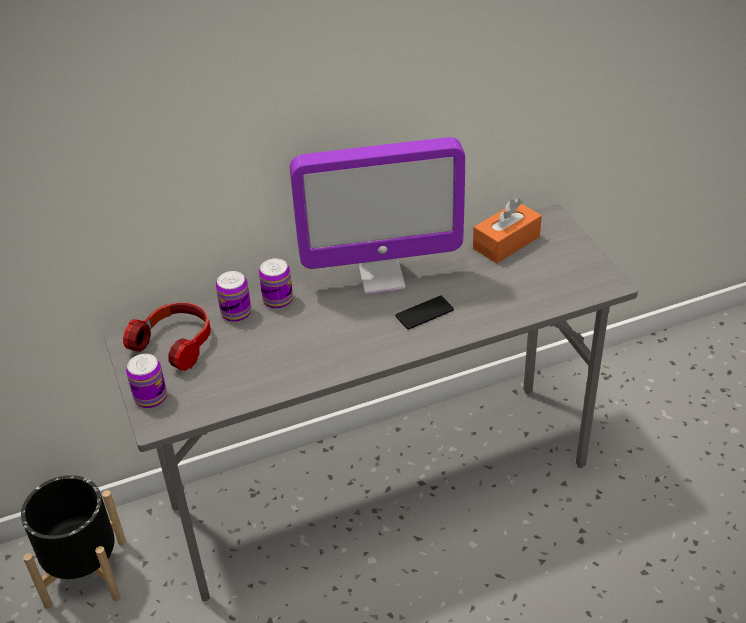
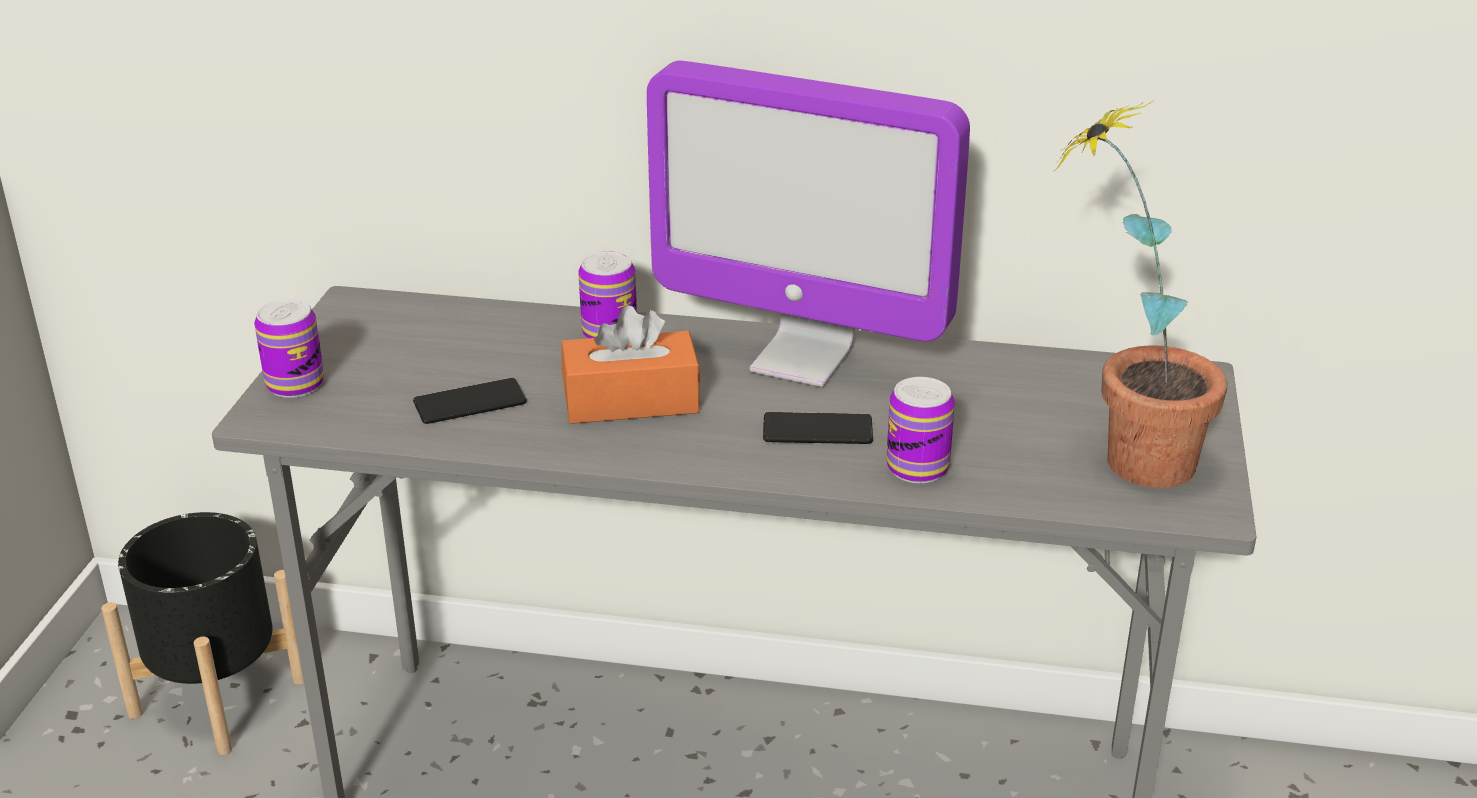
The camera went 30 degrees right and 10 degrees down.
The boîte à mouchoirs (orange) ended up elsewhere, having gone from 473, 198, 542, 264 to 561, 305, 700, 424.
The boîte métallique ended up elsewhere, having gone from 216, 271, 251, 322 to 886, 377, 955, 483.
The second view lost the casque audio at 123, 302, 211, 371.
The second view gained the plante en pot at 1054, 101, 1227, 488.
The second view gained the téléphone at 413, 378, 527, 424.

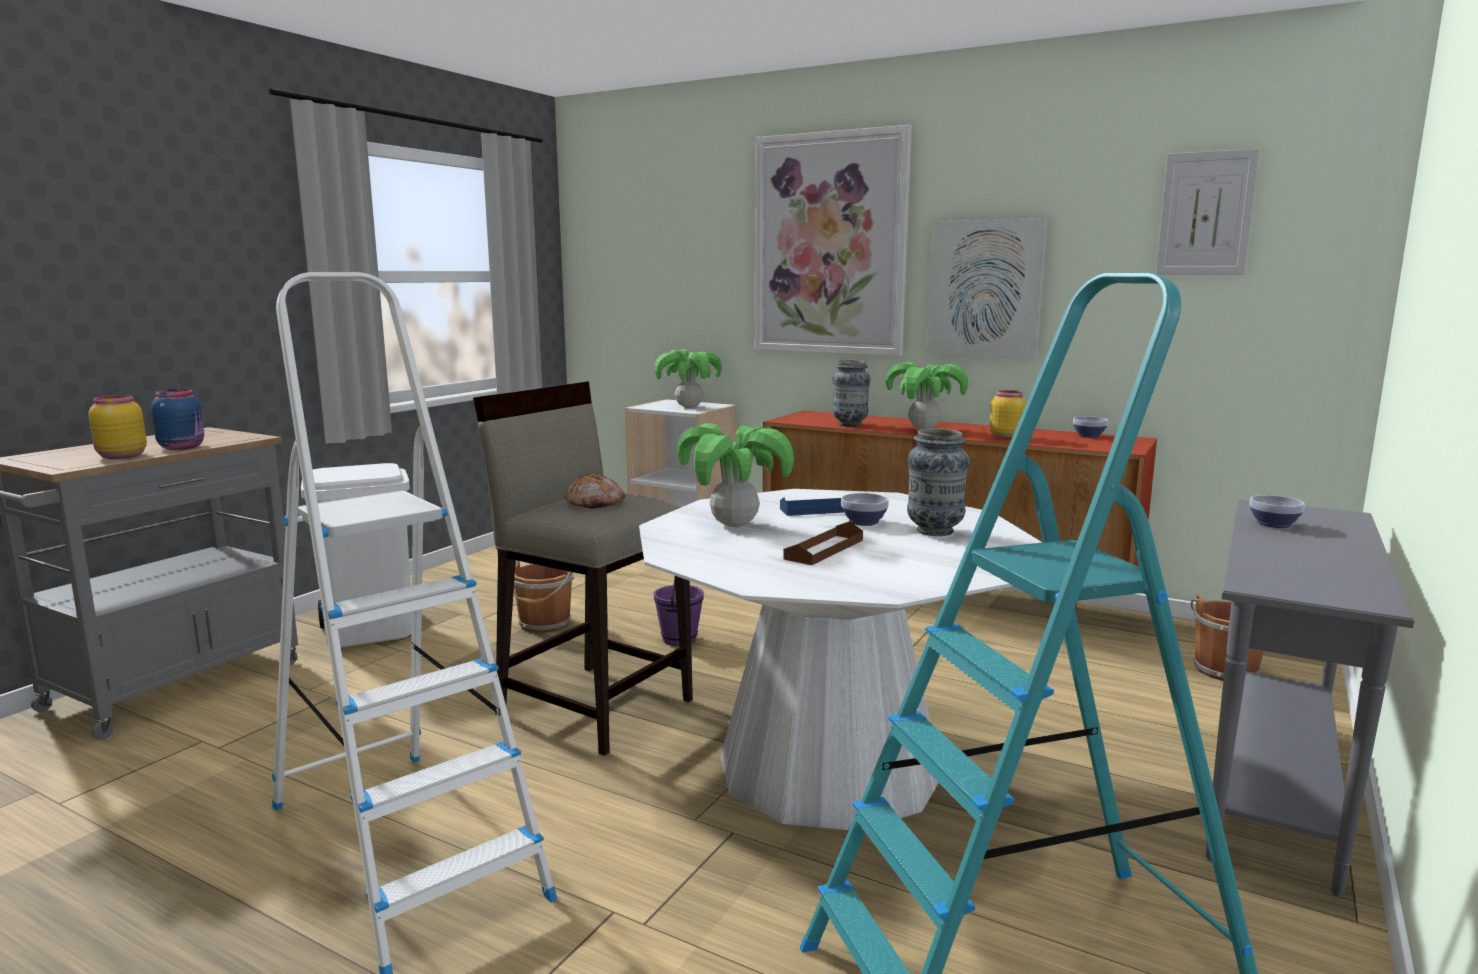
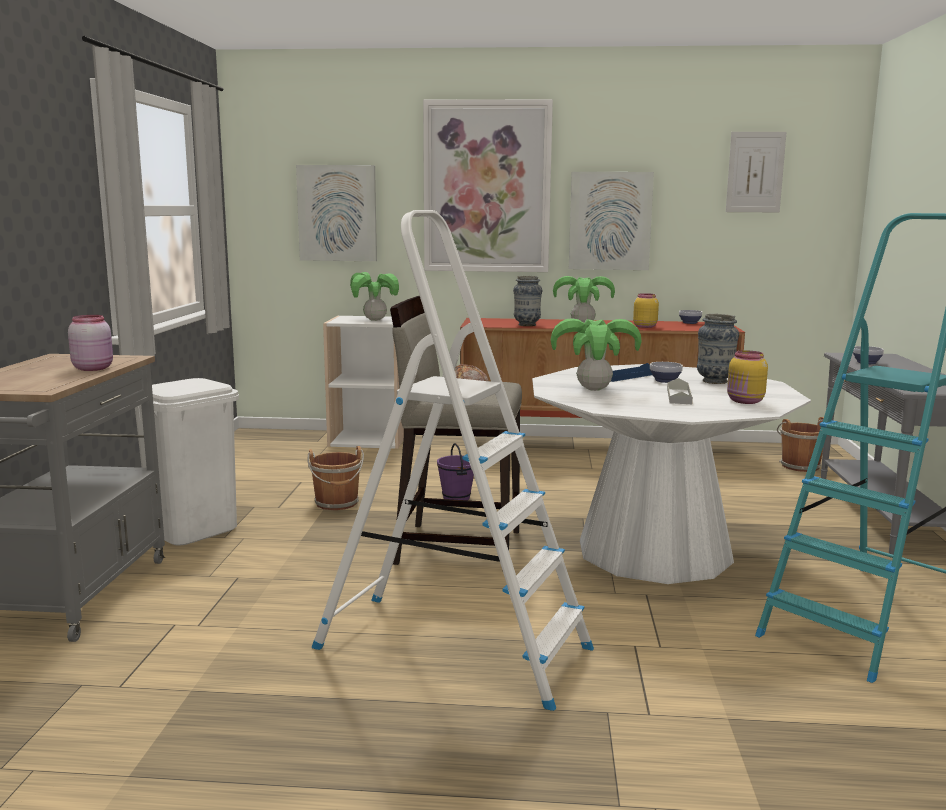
The camera went 25 degrees left and 0 degrees up.
What was the bocal (bleu) at 151, 389, 204, 450 turned into the bocal (rose) at 68, 315, 113, 371.
The bocal (jaune) ended up elsewhere, having gone from 88, 395, 147, 459 to 727, 350, 768, 404.
What was the plateau (marron) at 784, 521, 863, 565 turned into the plateau (gris) at 667, 378, 693, 404.
The second view gained the tableau at 296, 165, 377, 261.

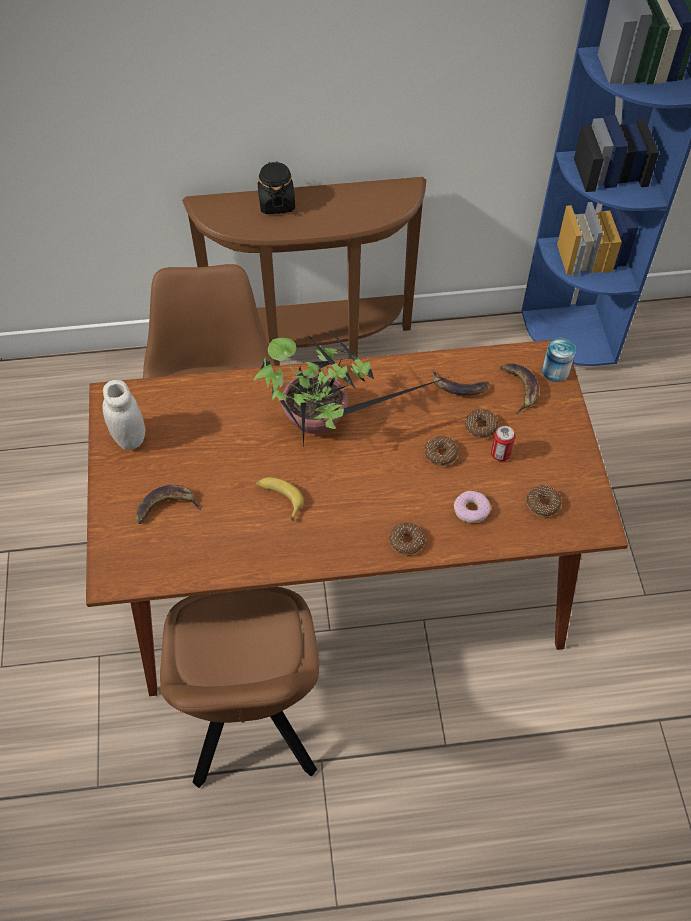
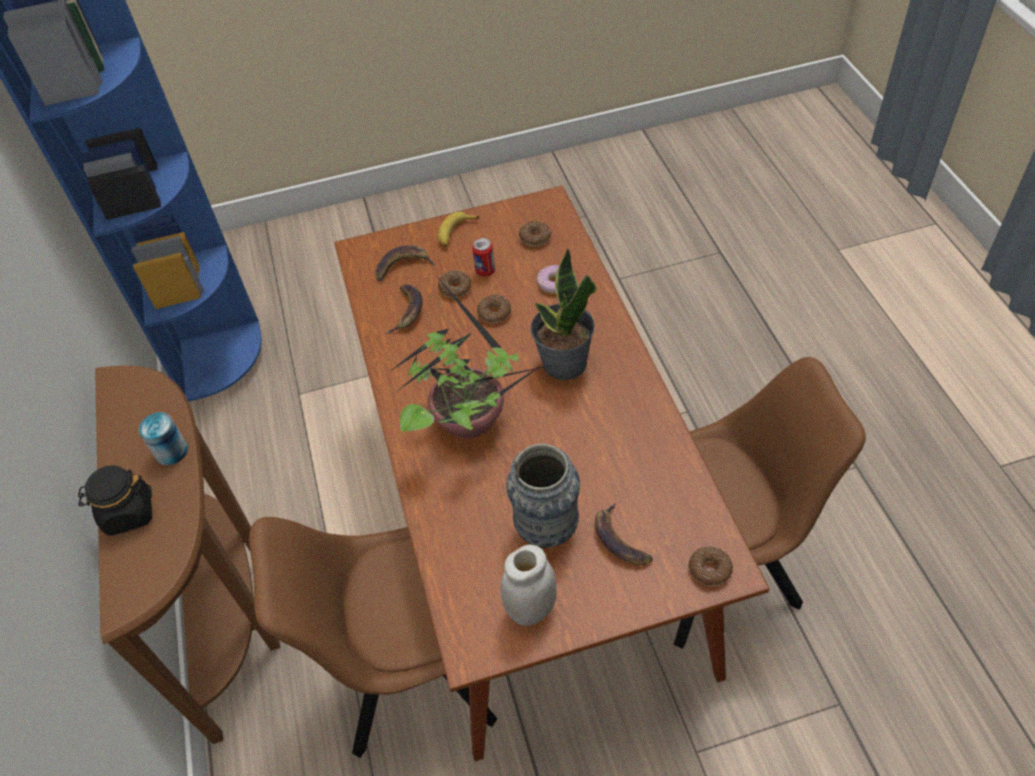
The camera went 95 degrees left and 5 degrees down.
The boîte métallique ended up elsewhere, having gone from 542, 338, 576, 382 to 139, 412, 188, 465.
The banane ended up elsewhere, having gone from 256, 477, 304, 521 to 437, 212, 479, 247.
The beignet ended up elsewhere, having gone from 389, 523, 425, 555 to 689, 546, 733, 586.
The second view gained the plante en pot at 530, 247, 596, 380.
The second view gained the vase at 506, 444, 580, 548.

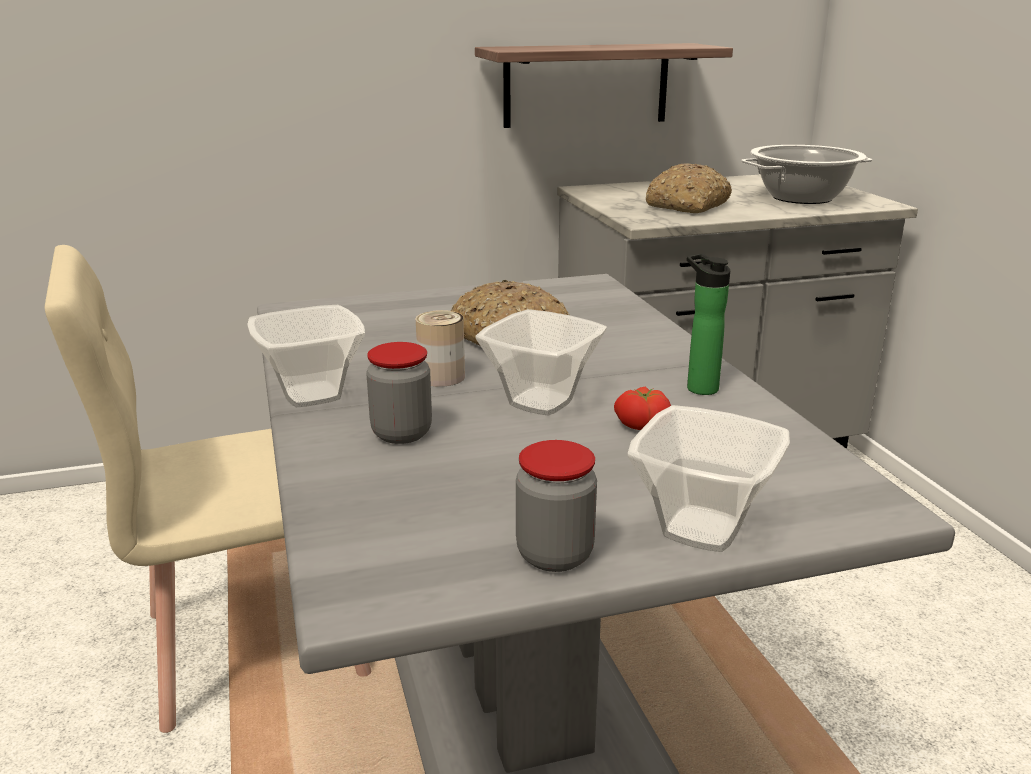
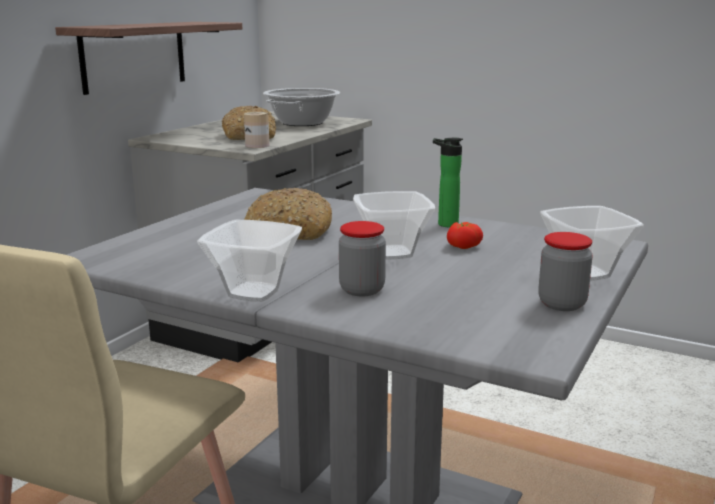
The camera went 45 degrees left and 5 degrees down.
The boîte métallique ended up elsewhere, having gone from 416, 310, 465, 387 to 244, 112, 269, 148.

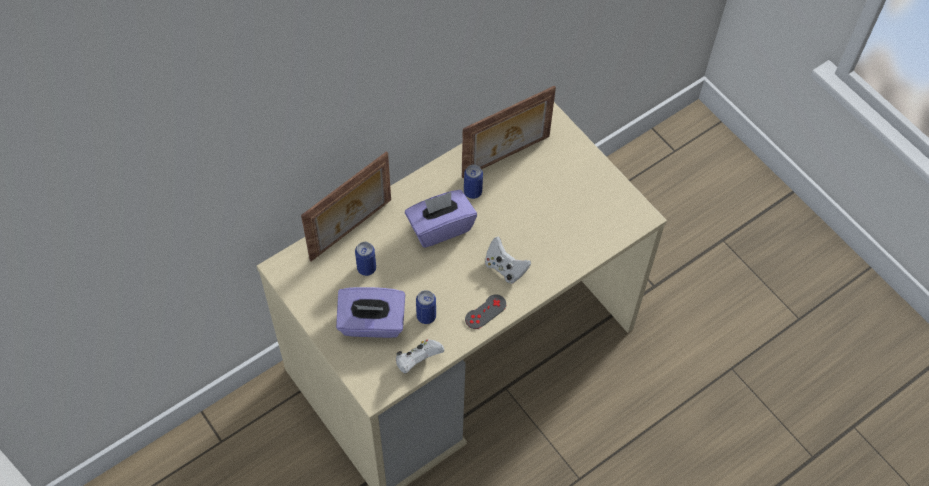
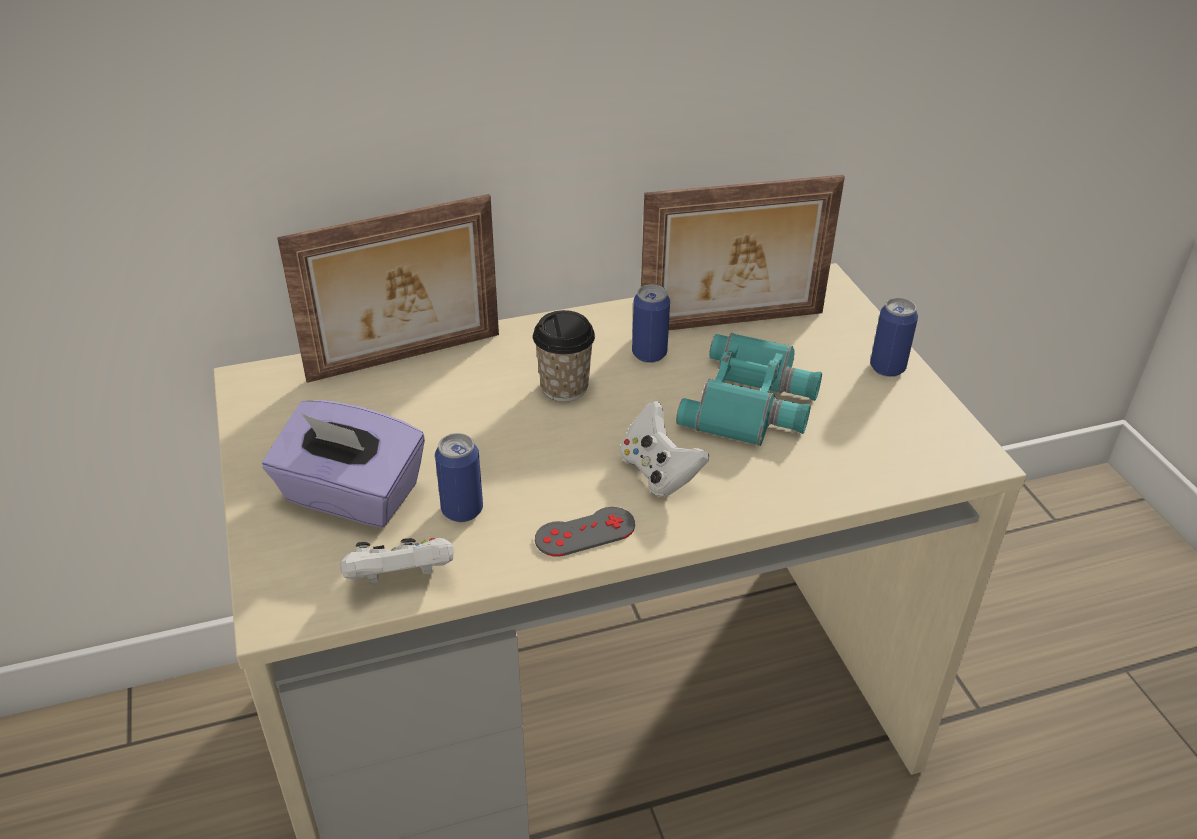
The camera went 20 degrees right and 20 degrees down.
Where the boîte à mouchoirs (violet) stood at 405, 190, 477, 248, the tasse came to stand at 533, 310, 595, 402.
The boîte métallique ended up elsewhere, having gone from 355, 242, 376, 276 to 870, 298, 918, 377.
The second view gained the jumelles (turquoise) at 676, 333, 822, 446.

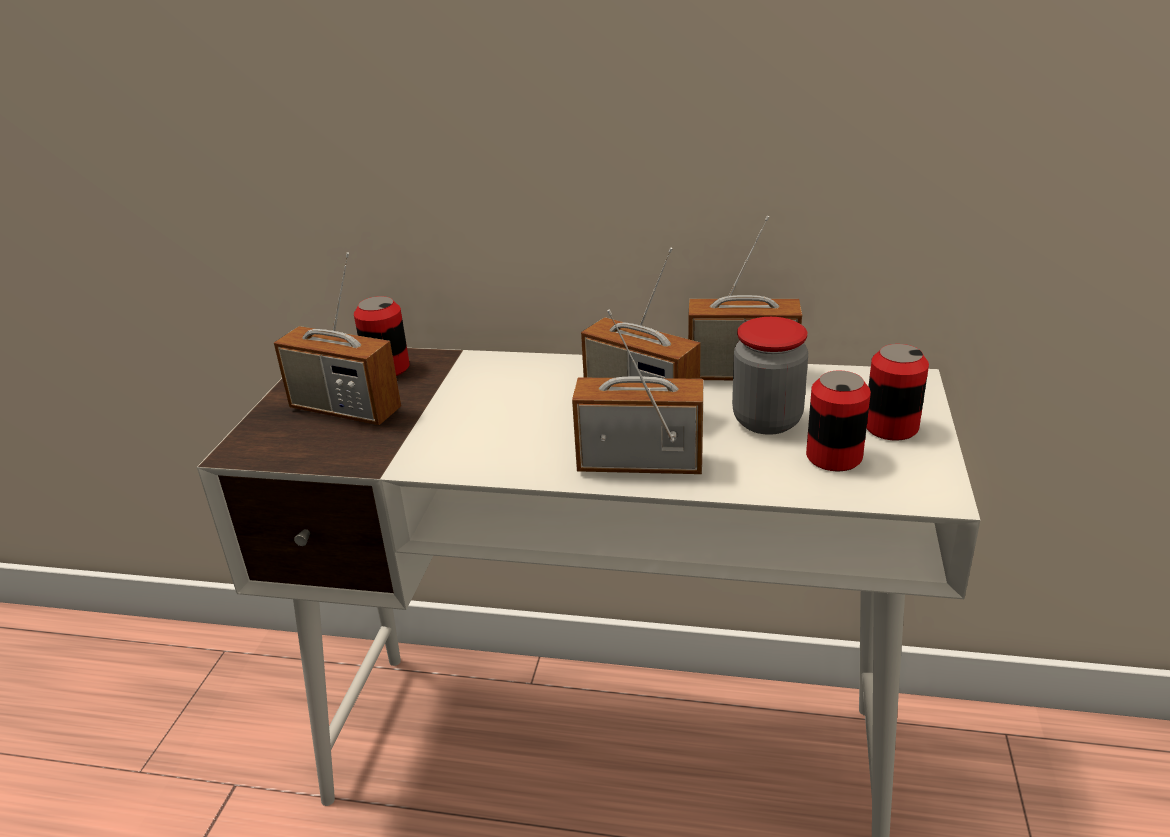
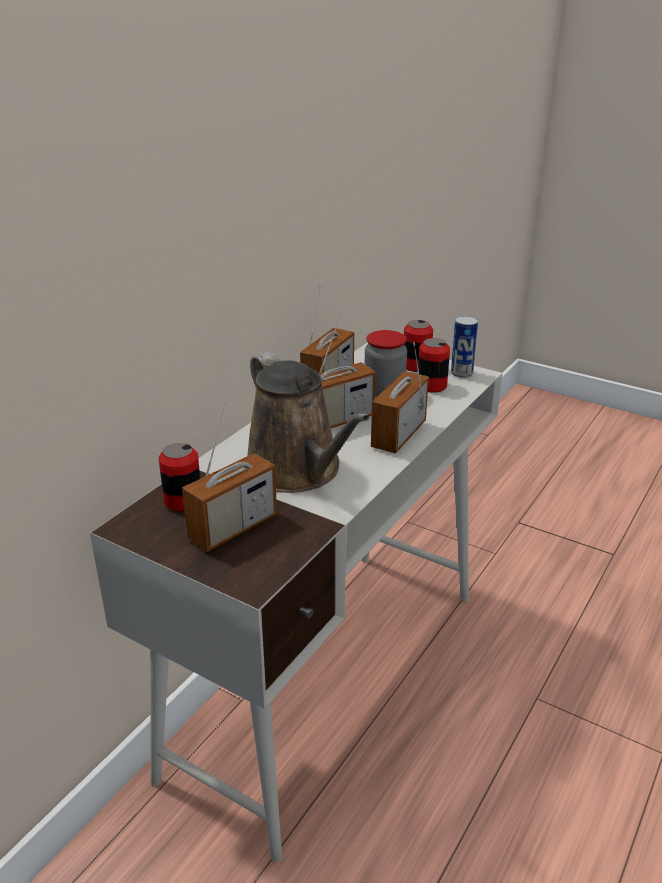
The camera went 70 degrees left and 0 degrees up.
The second view gained the boîte métallique at 451, 316, 478, 378.
The second view gained the arrosoir (marron) at 247, 352, 370, 493.

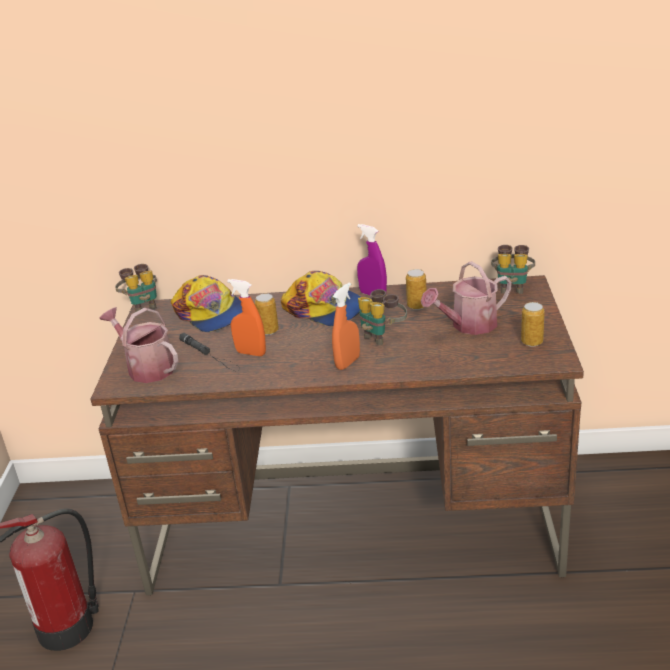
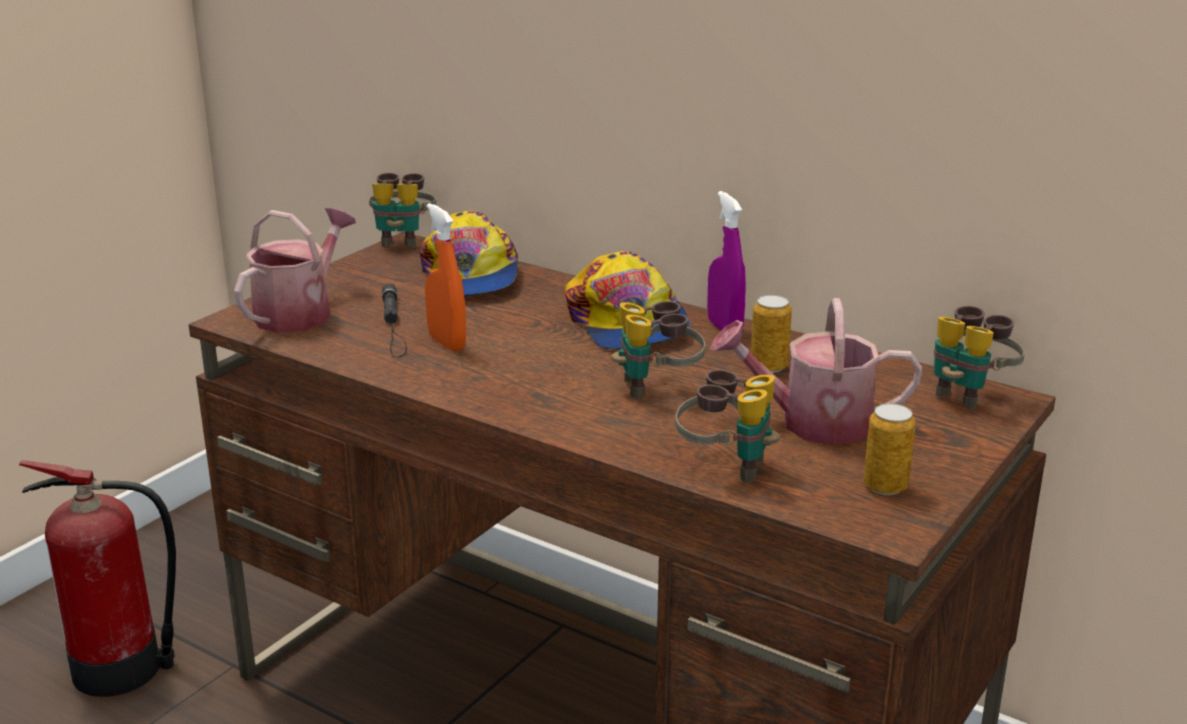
The camera went 30 degrees right and 5 degrees down.
The second view lost the vaporisateur (orange) at 332, 283, 360, 370.
The second view lost the boîte métallique at 255, 293, 279, 335.
The arrosoir at 100, 307, 178, 383 ended up facing another way, 45 degrees clockwise from before.
The second view gained the jumelles at 675, 370, 780, 483.

